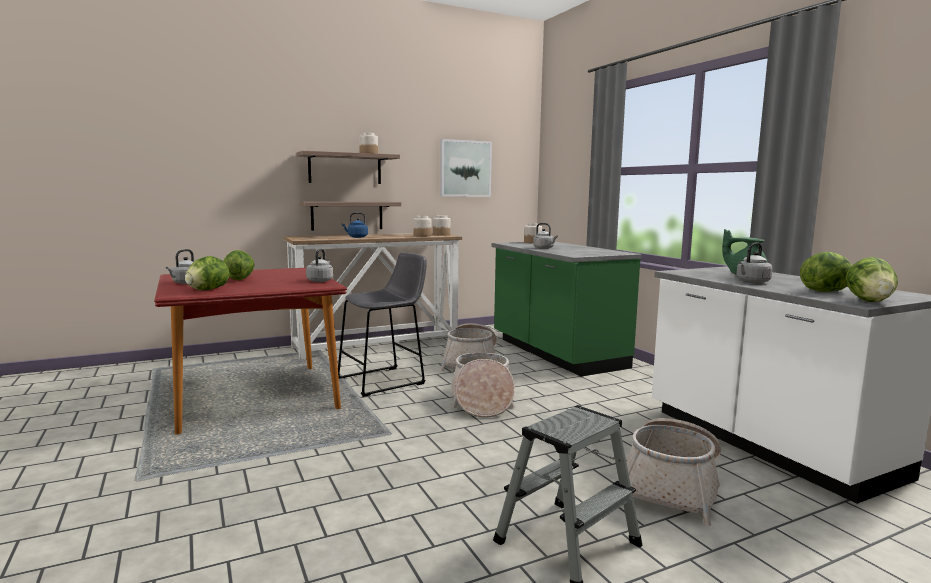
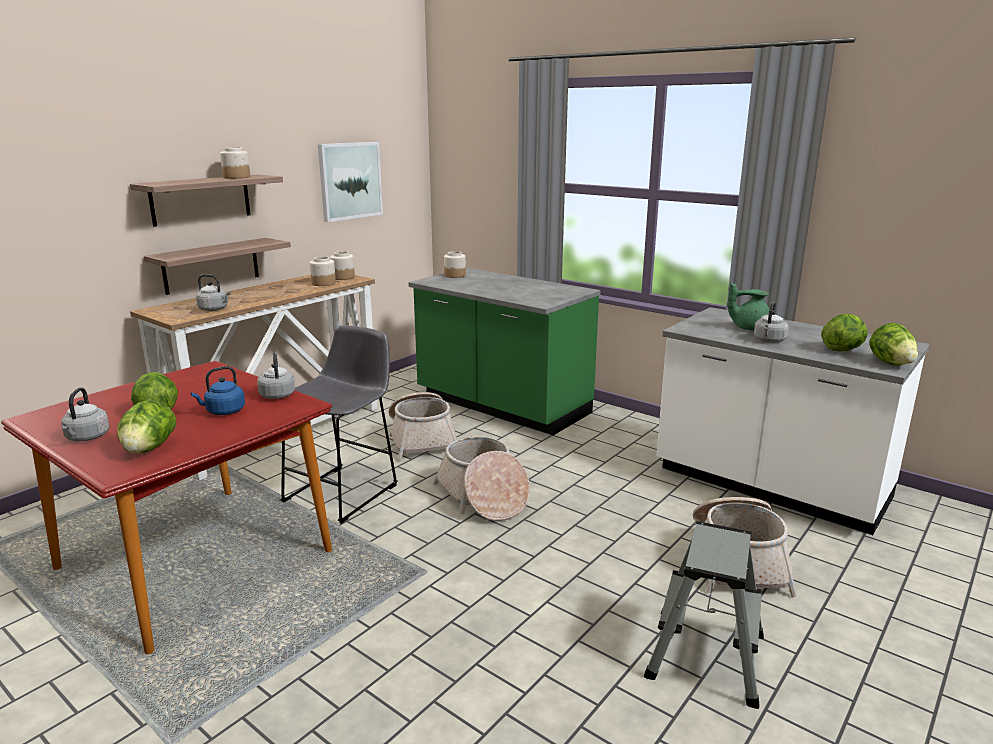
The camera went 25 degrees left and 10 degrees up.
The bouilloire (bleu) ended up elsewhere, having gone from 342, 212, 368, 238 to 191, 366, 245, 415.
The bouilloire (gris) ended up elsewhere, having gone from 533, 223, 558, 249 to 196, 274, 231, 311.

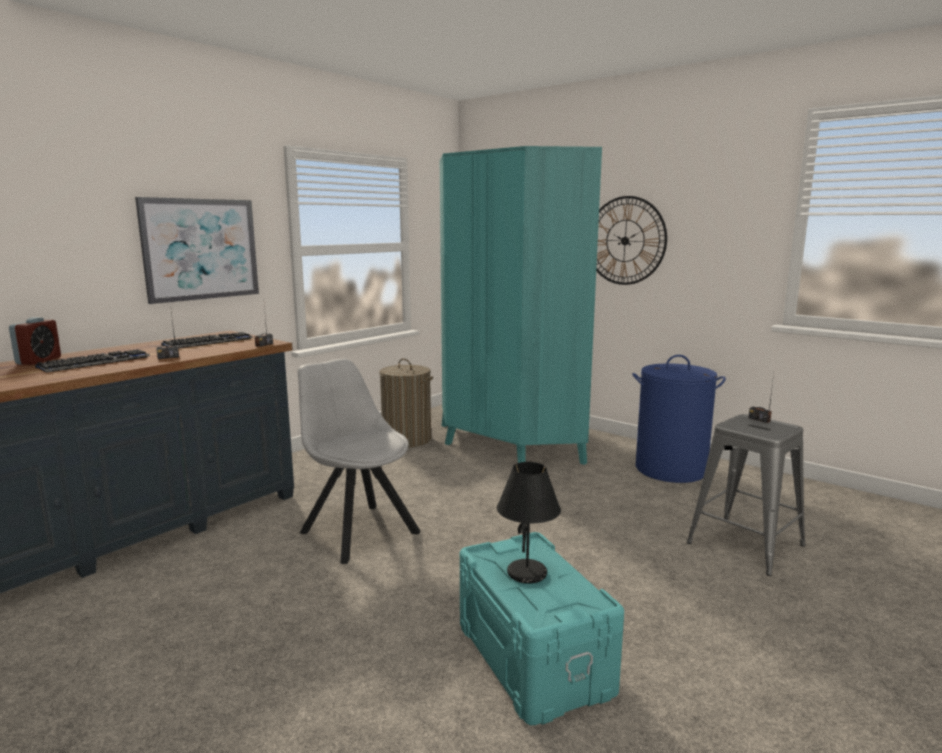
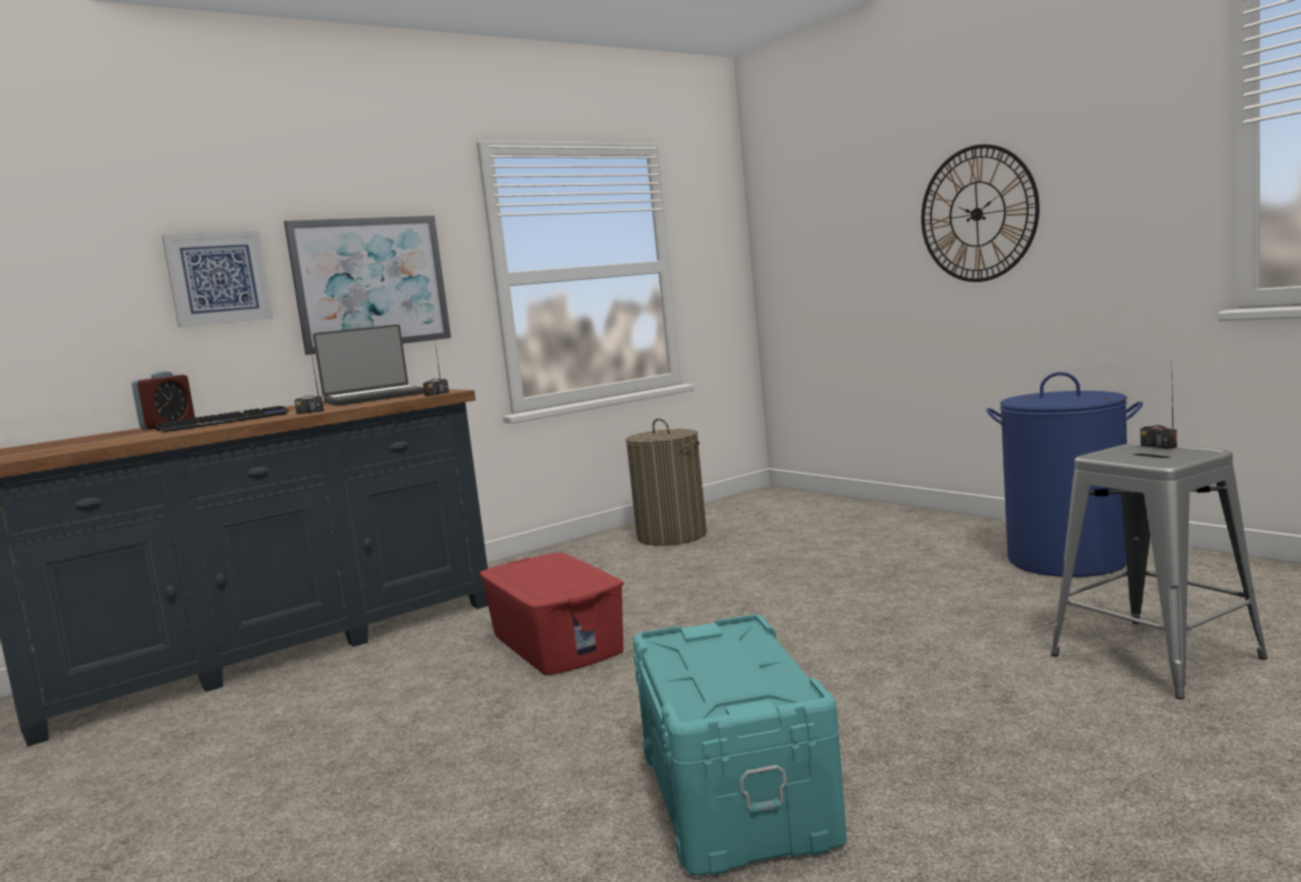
The camera went 15 degrees right and 5 degrees down.
The second view lost the armoire (turquoise) at 439, 146, 602, 465.
Where the clavier stood at 161, 332, 253, 348, the ordinateur portable came to stand at 313, 324, 424, 406.
Where the chaise (gris) stood at 298, 358, 421, 564, the boîte de rangement (rouge) came to stand at 479, 552, 624, 675.
The second view lost the lampe de table (noir) at 497, 462, 561, 584.
The second view gained the tableau at 162, 231, 273, 327.

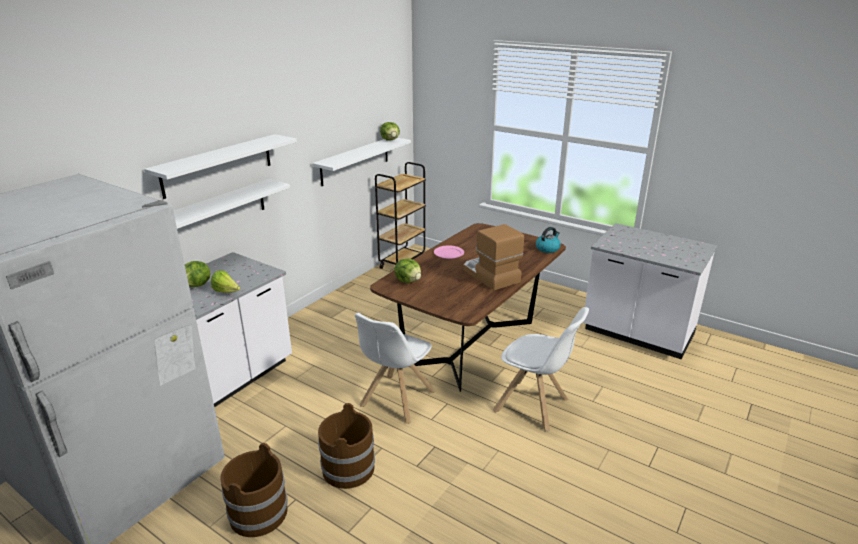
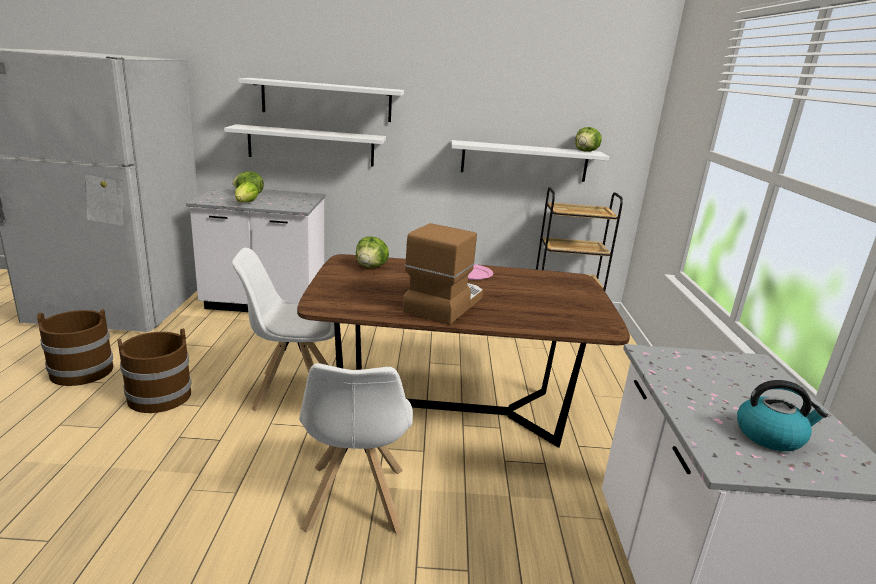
The camera went 55 degrees right and 5 degrees down.
The bouilloire ended up elsewhere, having gone from 536, 227, 561, 253 to 737, 380, 828, 451.

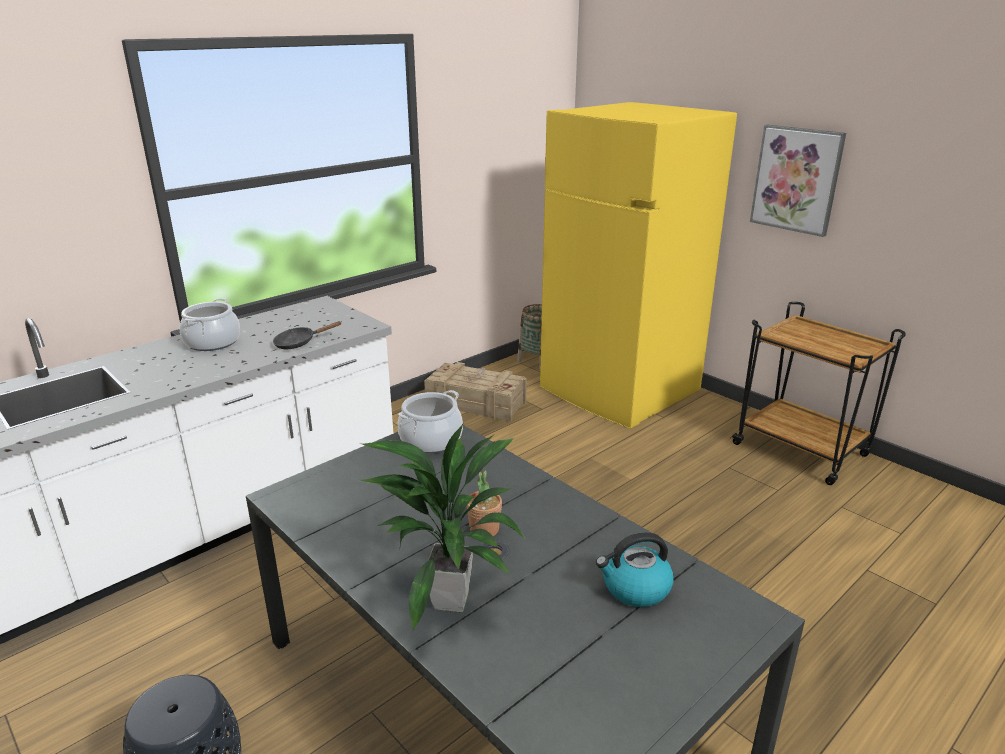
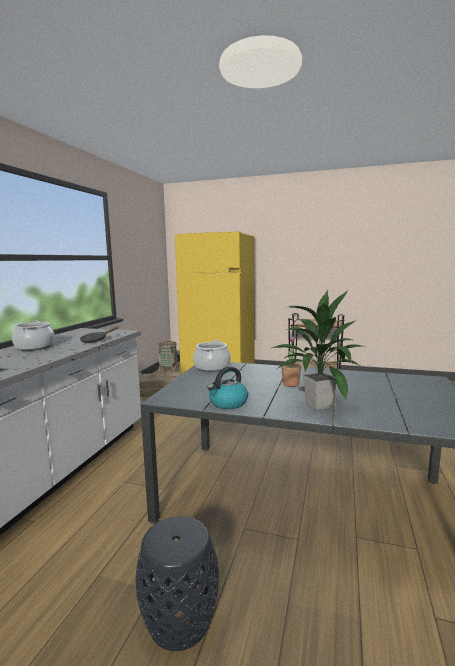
The camera went 30 degrees left and 15 degrees down.
The second view lost the tableau at 750, 125, 846, 237.
The bouilloire ended up elsewhere, having gone from 596, 532, 673, 607 to 207, 367, 248, 409.

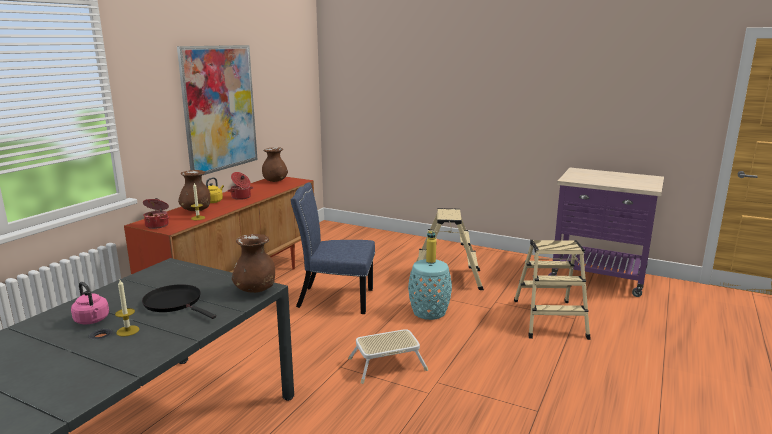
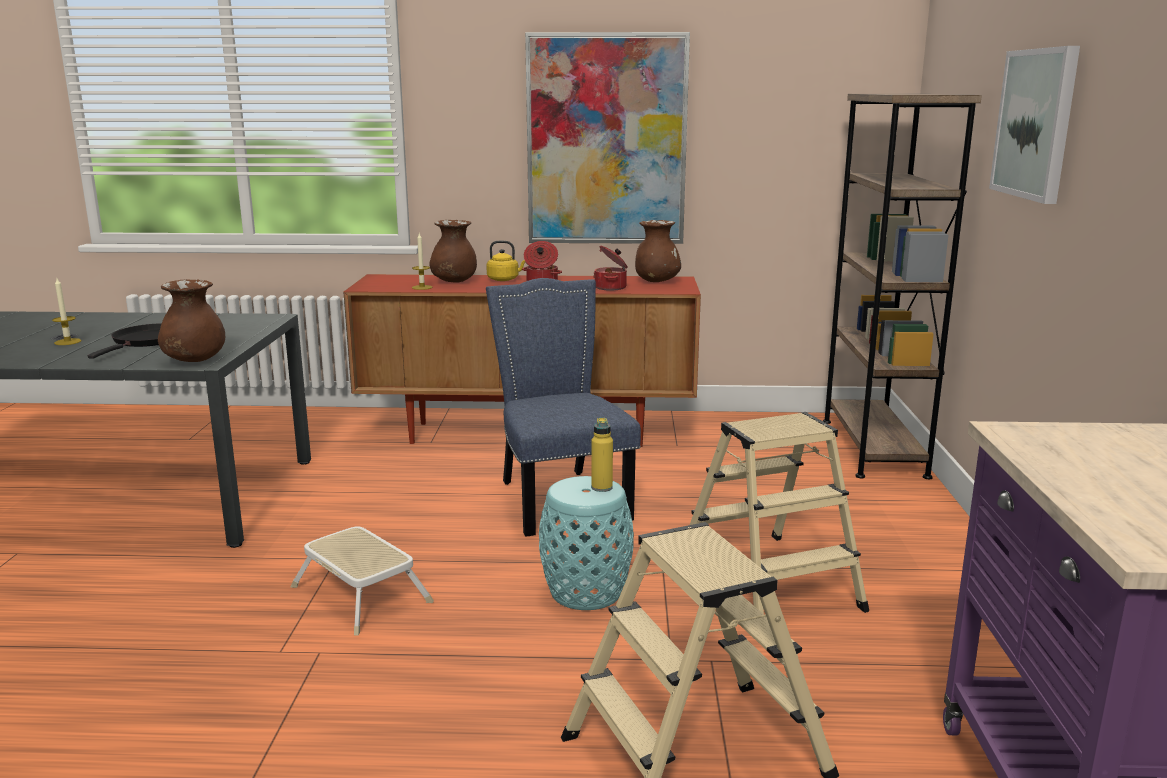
The camera went 65 degrees right and 0 degrees up.
The marmite ended up elsewhere, having gone from 143, 198, 169, 229 to 593, 246, 628, 291.
The second view lost the bouilloire (rose) at 71, 282, 109, 324.
The second view gained the tableau at 989, 46, 1080, 204.
The second view gained the bibliothèque (marron) at 823, 94, 982, 479.

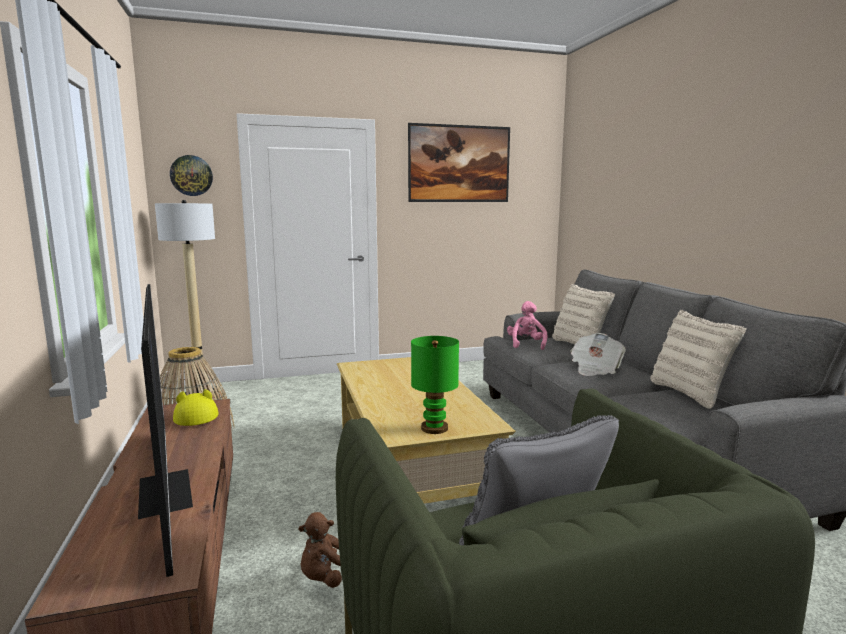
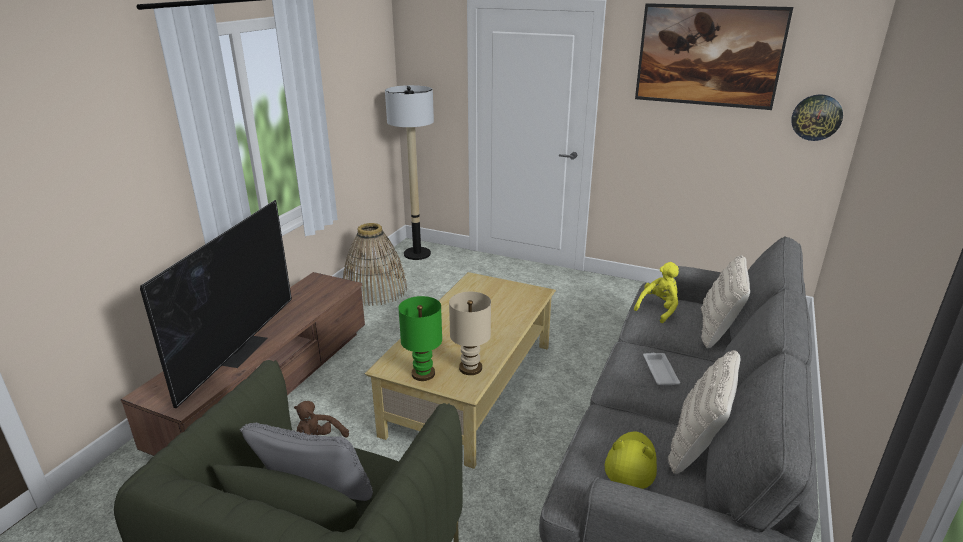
The camera went 40 degrees right and 15 degrees up.
The horloge murale ended up elsewhere, having gone from 170, 155, 213, 196 to 791, 94, 843, 141.
What was the peluche (rose) at 507, 301, 547, 350 turned into the peluche (jaune) at 634, 262, 679, 323.
Where the journal stood at 570, 333, 626, 376, the plateau (blanc) came to stand at 643, 353, 680, 385.
The chapeau (jaune) ended up elsewhere, having gone from 173, 389, 219, 426 to 605, 431, 657, 489.
The second view gained the lampe de table (beige) at 449, 292, 491, 375.

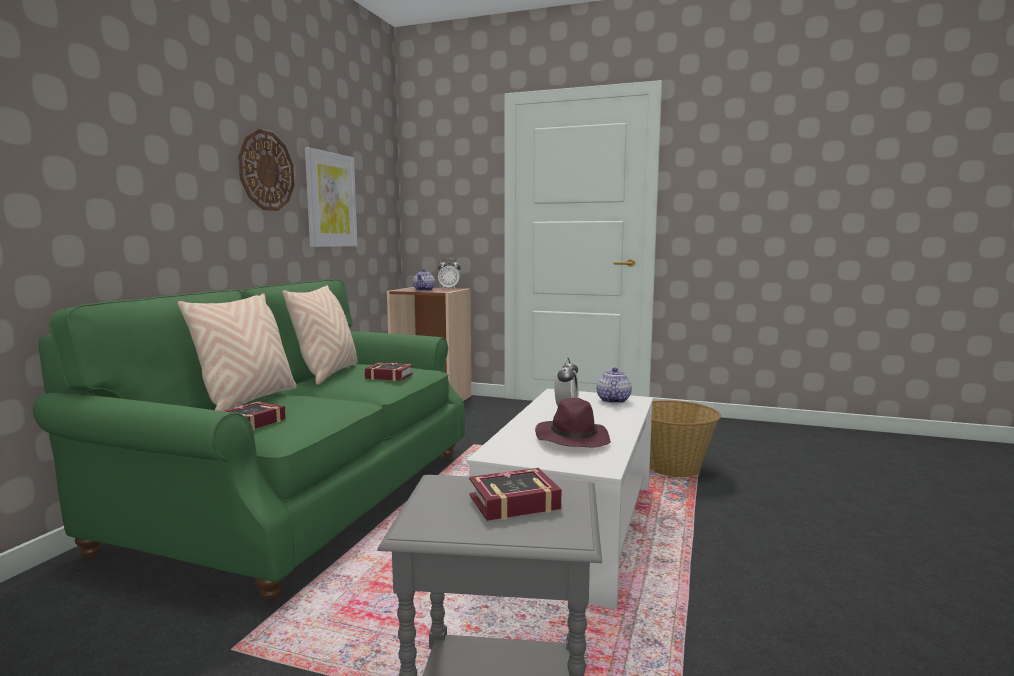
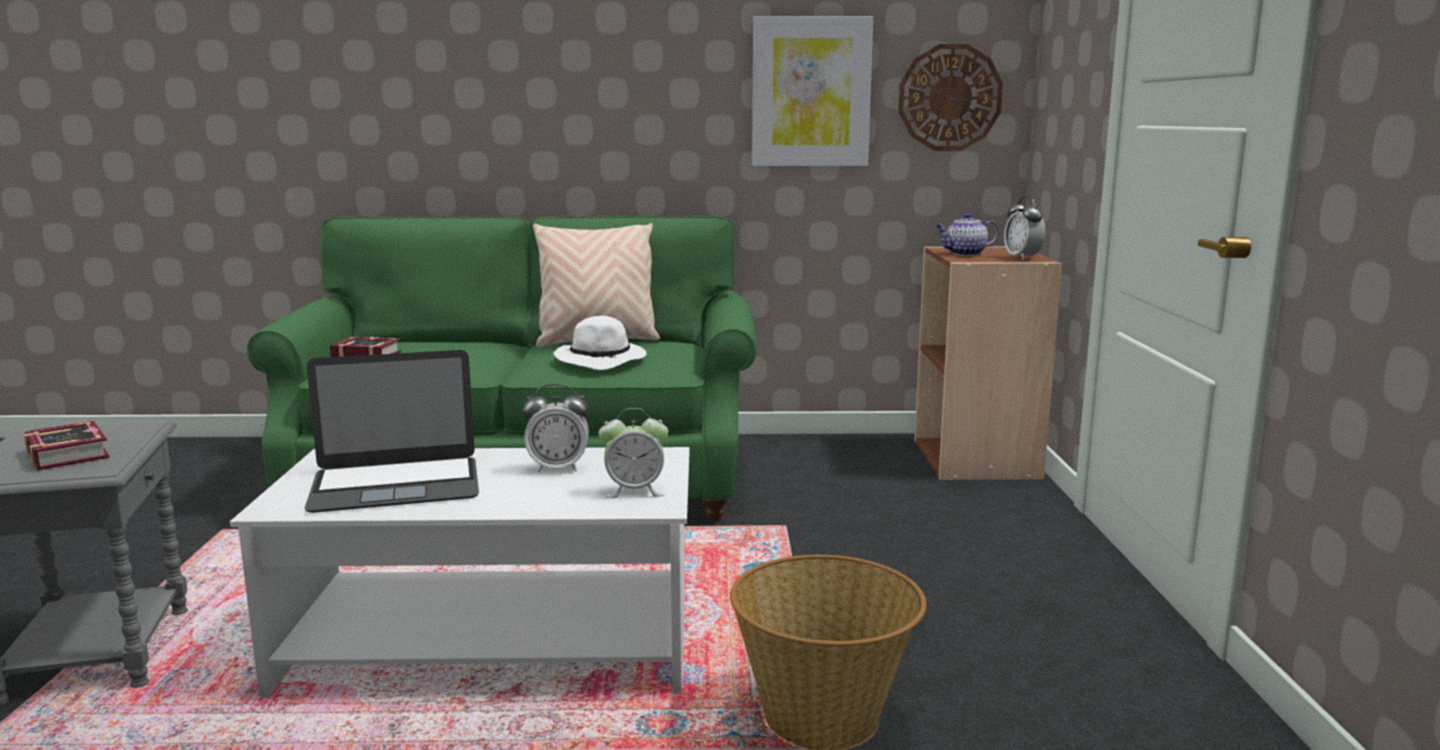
The camera went 70 degrees right and 5 degrees up.
The horloge murale ended up elsewhere, having gone from 238, 129, 294, 211 to 898, 44, 1003, 151.
The second view lost the coussin (beige) at 178, 293, 297, 411.
Where the livre stood at 365, 363, 413, 381, the chapeau (blanc) came to stand at 553, 316, 646, 370.
Where the théière stood at 596, 368, 632, 404, the réveil came to stand at 598, 408, 668, 498.
Where the chapeau (violet) stood at 535, 398, 611, 447, the ordinateur portable came to stand at 305, 350, 479, 513.

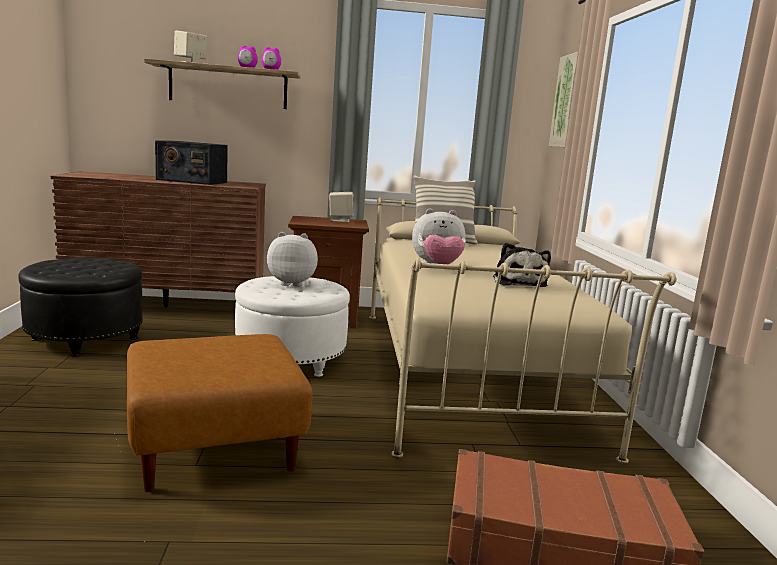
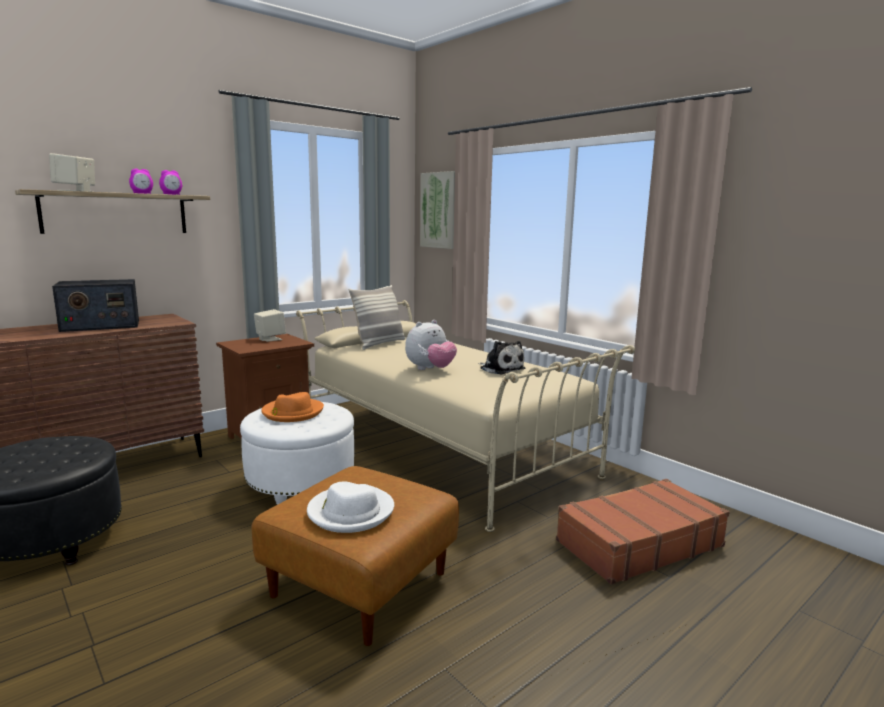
The camera went 35 degrees left and 0 degrees up.
Where the peluche stood at 267, 232, 318, 287, the chapeau (orange) came to stand at 261, 392, 324, 422.
The second view gained the chapeau (blanc) at 307, 482, 394, 533.

